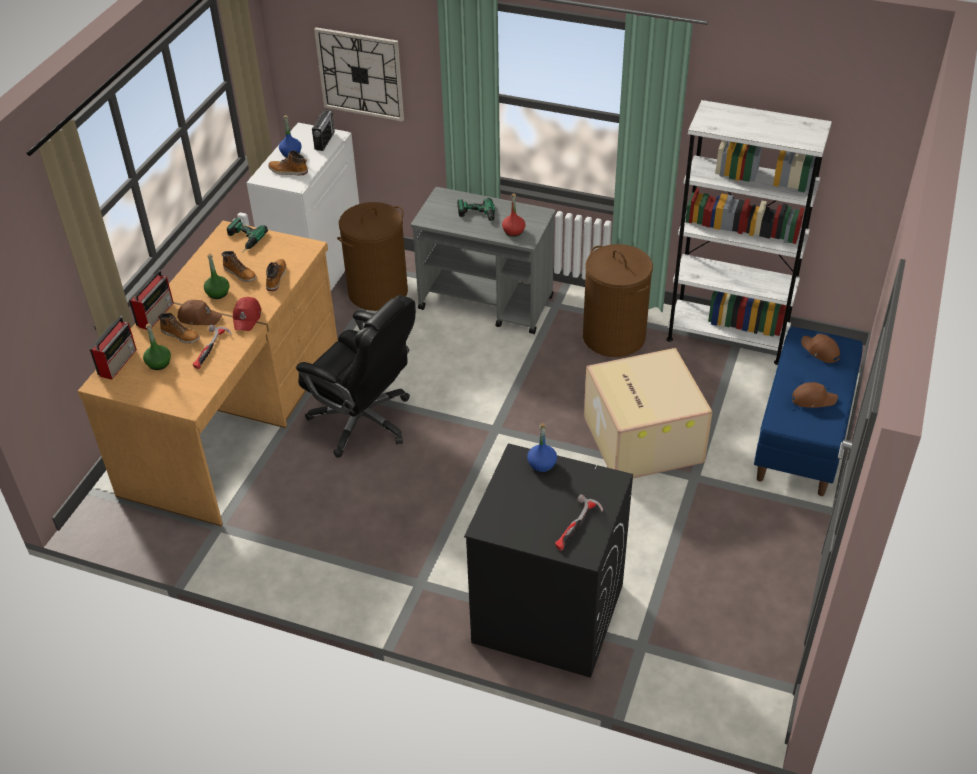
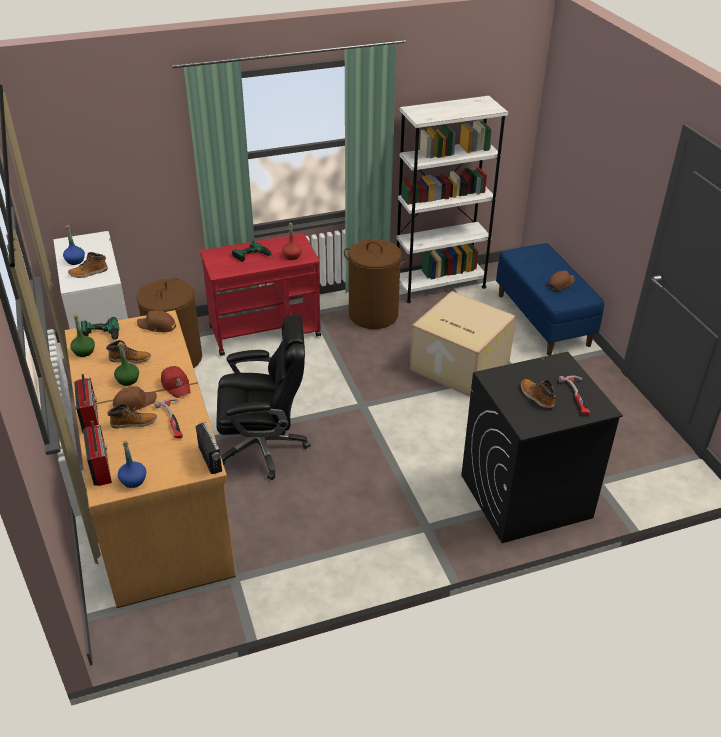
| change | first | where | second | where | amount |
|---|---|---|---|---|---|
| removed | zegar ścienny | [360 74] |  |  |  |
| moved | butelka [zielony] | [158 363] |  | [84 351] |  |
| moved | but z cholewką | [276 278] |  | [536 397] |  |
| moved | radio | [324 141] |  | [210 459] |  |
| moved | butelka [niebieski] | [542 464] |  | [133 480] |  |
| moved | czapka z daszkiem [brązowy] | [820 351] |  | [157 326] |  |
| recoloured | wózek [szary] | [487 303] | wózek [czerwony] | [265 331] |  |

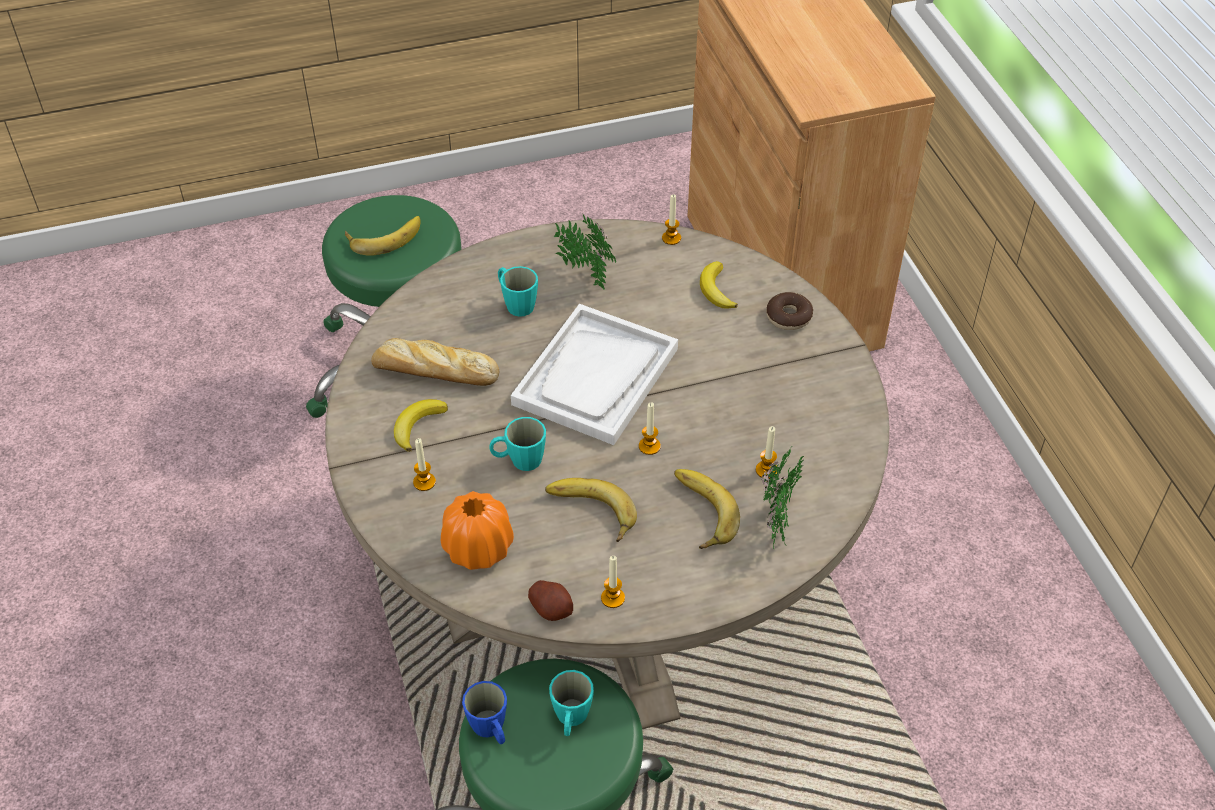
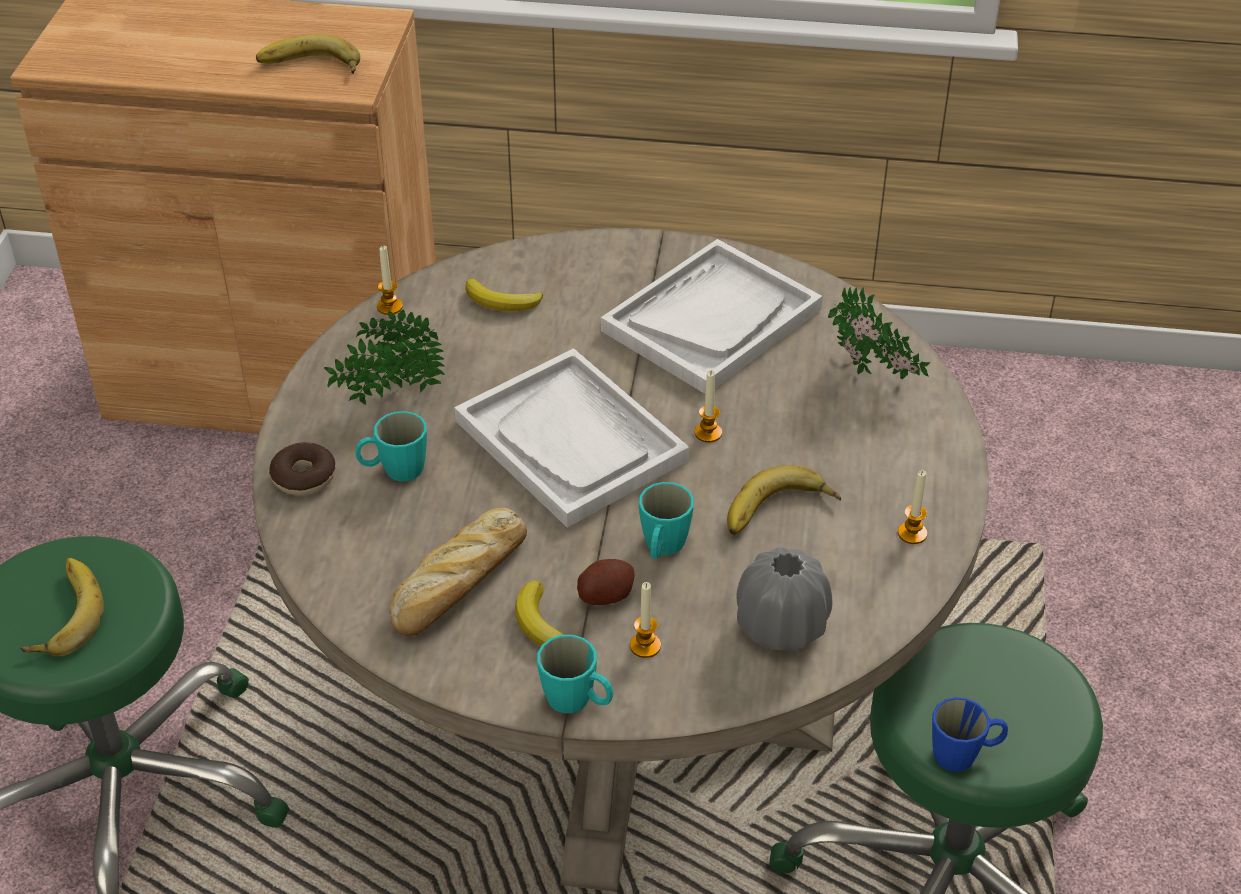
| change | first | where | second | where | amount |
|---|---|---|---|---|---|
| removed | świeca | [766 470] |  |  |  |
| added |  |  | taca [biały] | [711 320] |  |
| moved | ziemniak | [551 609] |  | [605 595] |  |
| moved | kubek [turkusowy] | [571 719] |  | [577 701] |  |
| moved | banan | [698 512] |  | [310 67] |  |
| moved | donut | [788 317] |  | [304 477] |  |
| recoloured | wazon [pomarańczowy] | [478 549] | wazon [szary] | [781 626] |  |

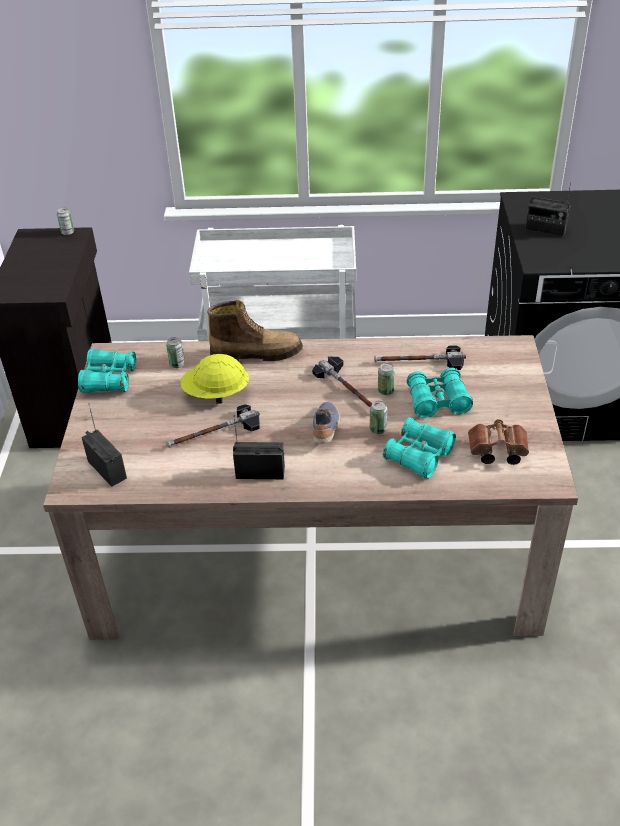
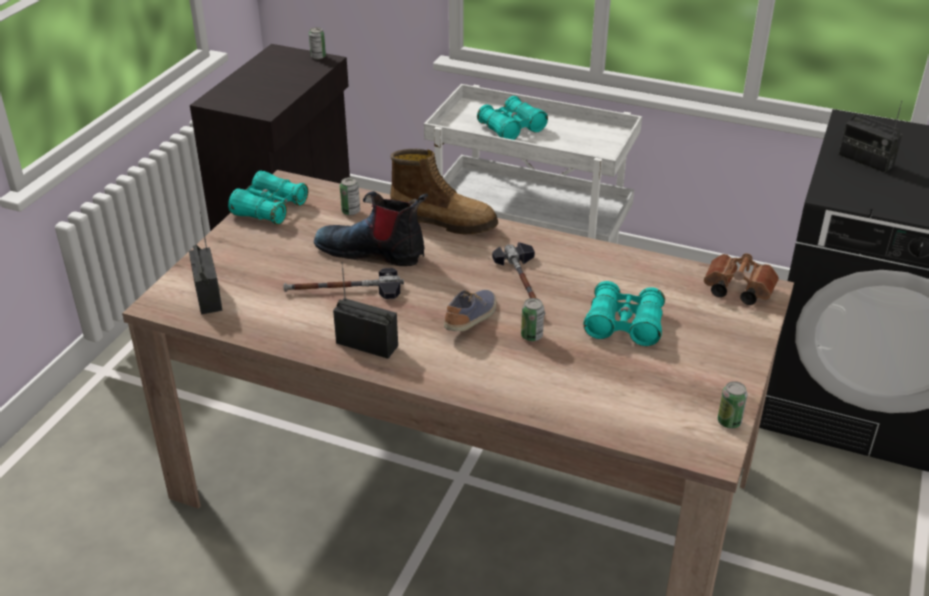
| change | first | where | second | where | amount |
|---|---|---|---|---|---|
| removed | młotek | [419 362] |  |  |  |
| moved | puszka | [385 391] |  | [729 422] |  |
| moved | lornetka [turkusowy] | [419 455] |  | [511 128] |  |
| moved | lornetka [brązowy] | [495 452] |  | [736 290] |  |
| replaced | kask [żółty] | [216 394] | but z cholewką | [372 252] |  |

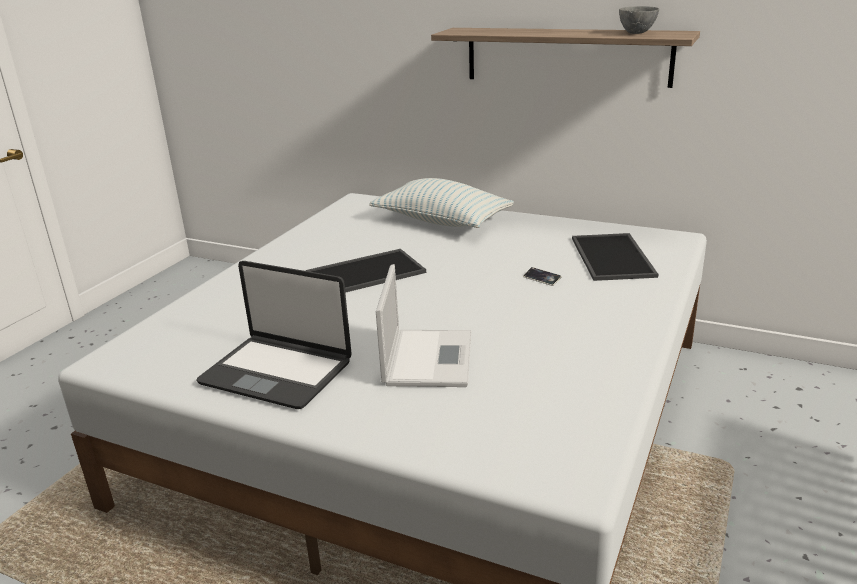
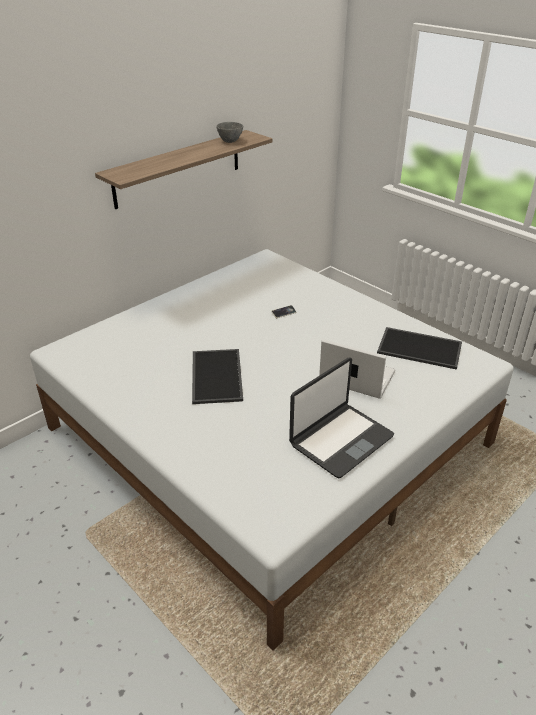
| change | first | where | second | where | amount |
|---|---|---|---|---|---|
| removed | poduszka | [441 221] |  |  |  |
| moved | taca | [614 257] |  | [420 348] |  |

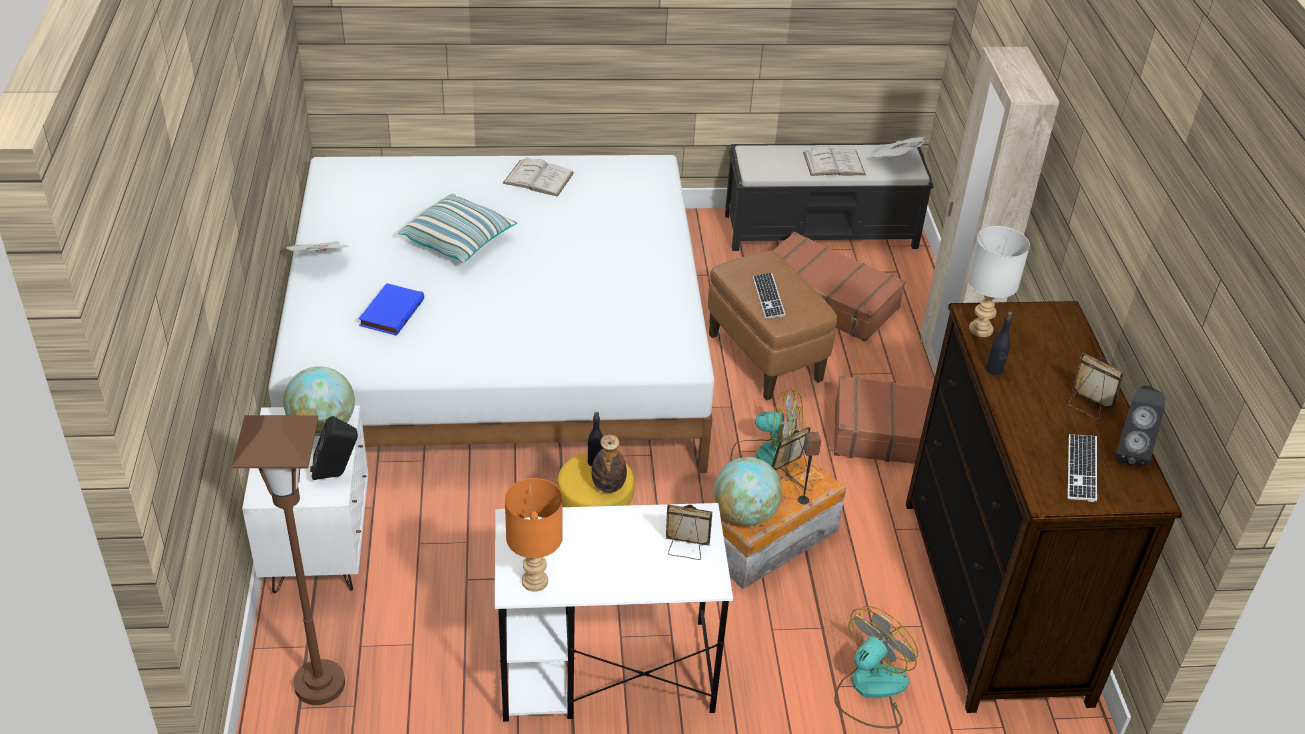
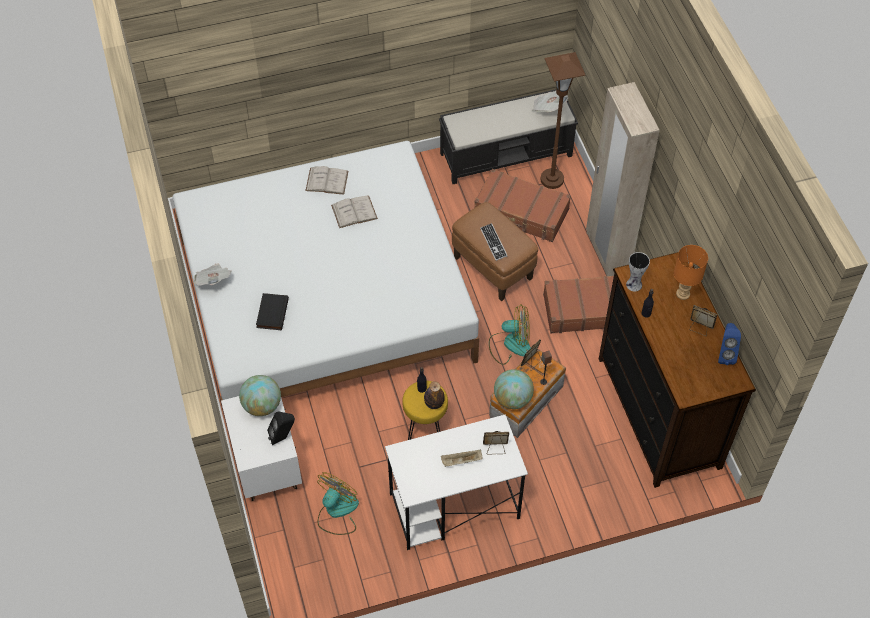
| change | first | where | second | where | amount |
|---|---|---|---|---|---|
| removed | poduszka | [459 241] |  |  |  |
| removed | klawiatura | [1081 469] |  |  |  |
| added |  |  | taca [beżowy] | [461 461] |  |
| moved | lampa stojąca [brązowy] | [320 684] |  | [552 179] |  |
| moved | lampa stołowa [pomarańczowy] | [535 580] |  | [683 293] |  |
| moved | książka [biały] | [834 163] |  | [354 212] |  |
| moved | wentylator | [870 690] |  | [337 512] |  |
| replaced | lampa stołowa [szary] | [981 330] | wazon | [634 285] |  |
| recoloured | książka [niebieski] | [390 312] | książka [czarny] | [271 313] |  |
| recoloured | głośnik [czarny] | [1129 451] | głośnik [niebieski] | [725 354] |  |

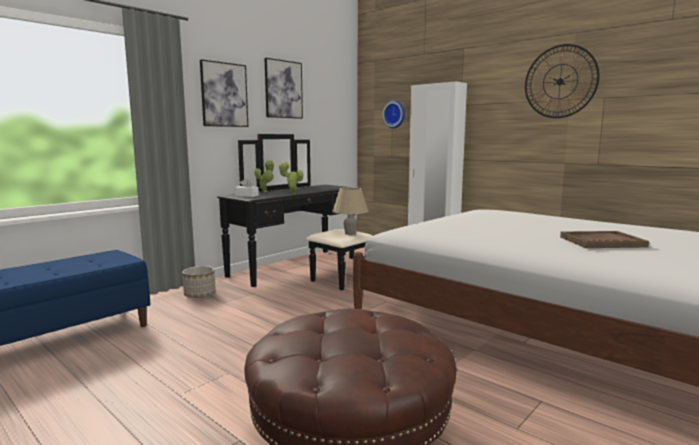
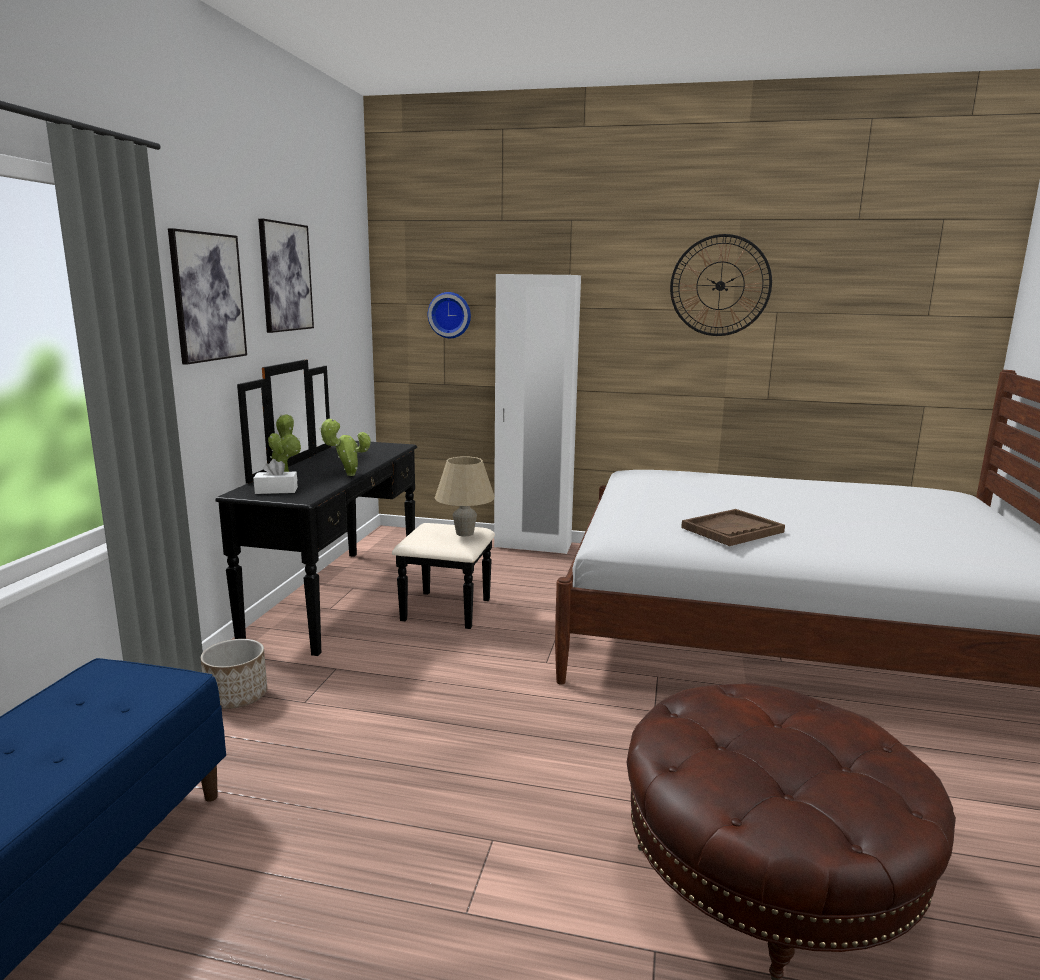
| change | first | where | second | where | amount |
|---|---|---|---|---|---|
| moved | taca [brązowy] | [602 242] |  | [732 530] |  |

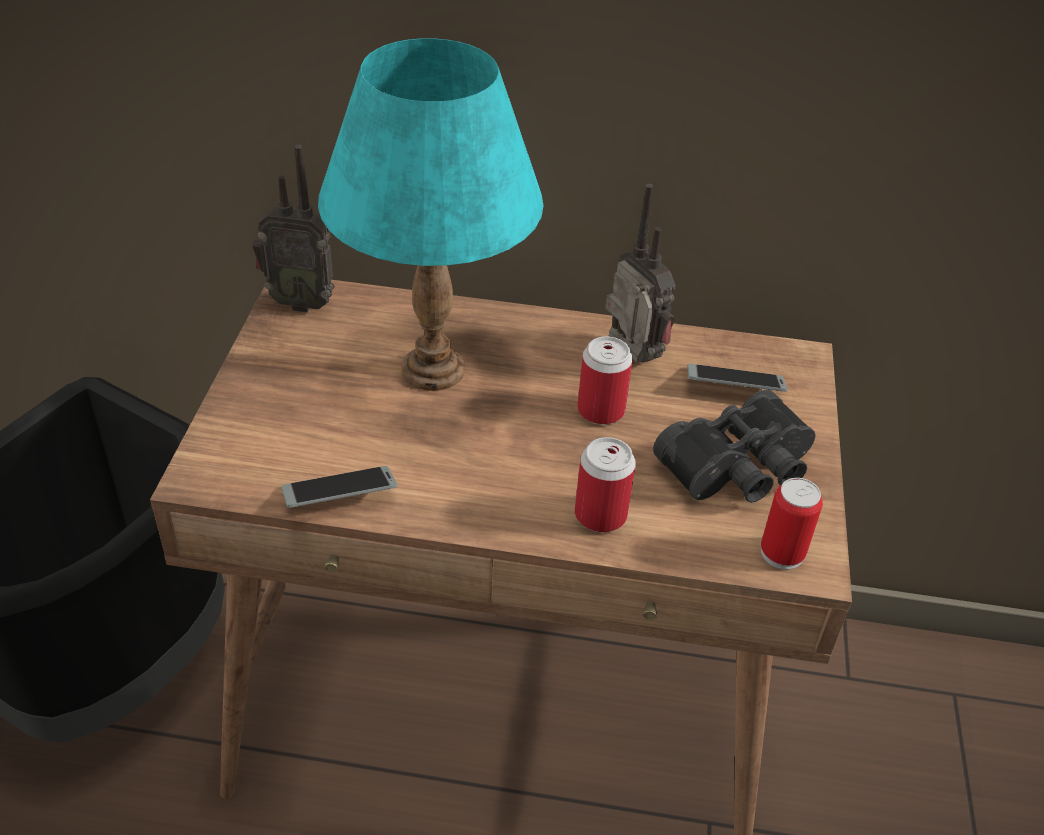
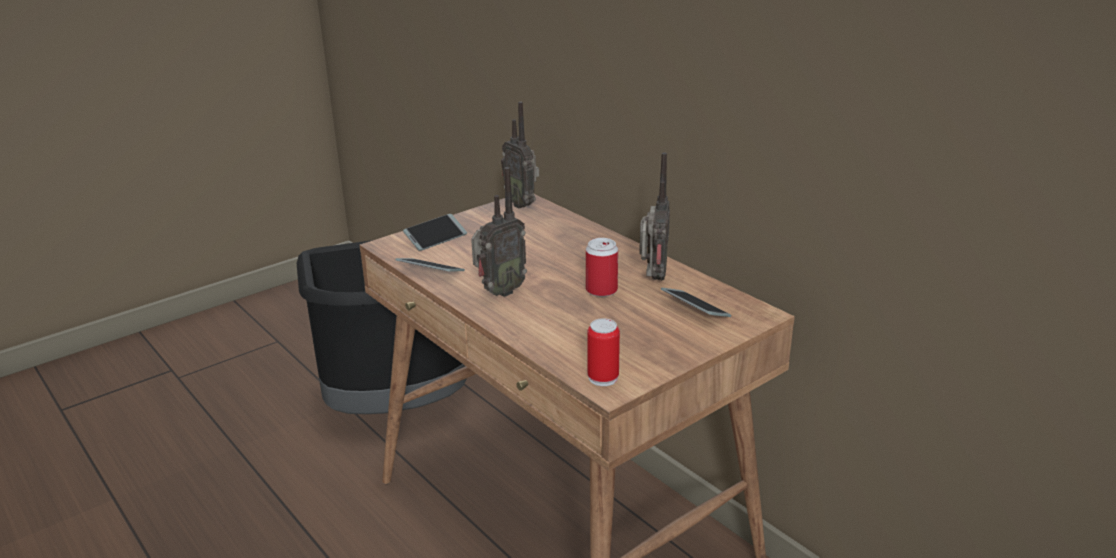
| change | first | where | second | where | amount |
|---|---|---|---|---|---|
| removed | lampa stołowa [turkusowy] | [434 370] |  |  |  |
| removed | puszka | [600 515] |  |  |  |
| removed | lornetka [czarny] | [740 470] |  |  |  |
| added |  |  | telefon | [436 238] |  |
| added |  |  | radio | [499 292] |  |

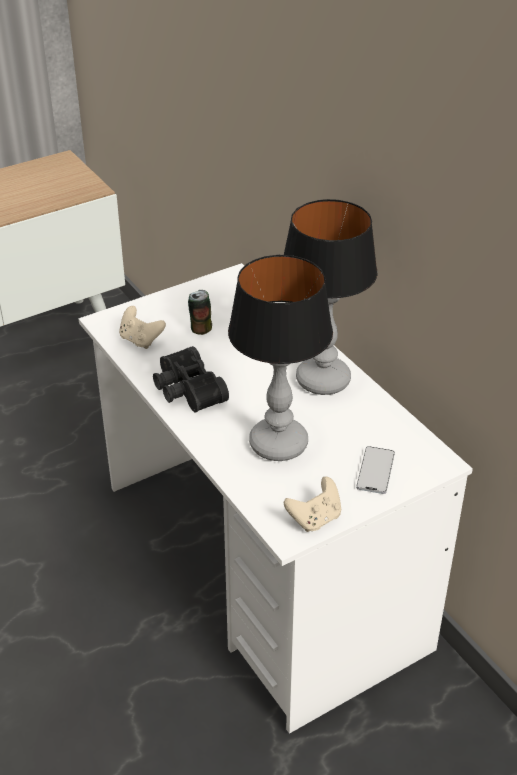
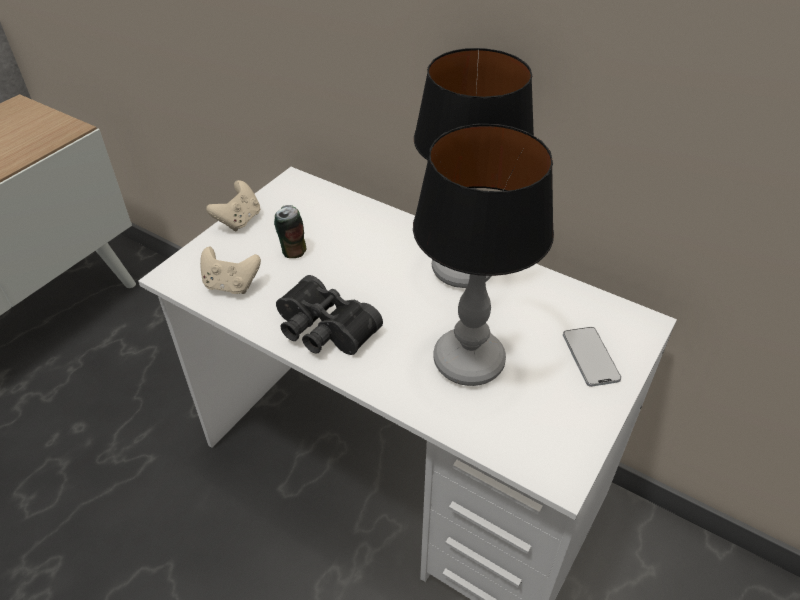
| change | first | where | second | where | amount |
|---|---|---|---|---|---|
| moved | pad do gier [beżowy] | [315 519] |  | [239 220] |  |

